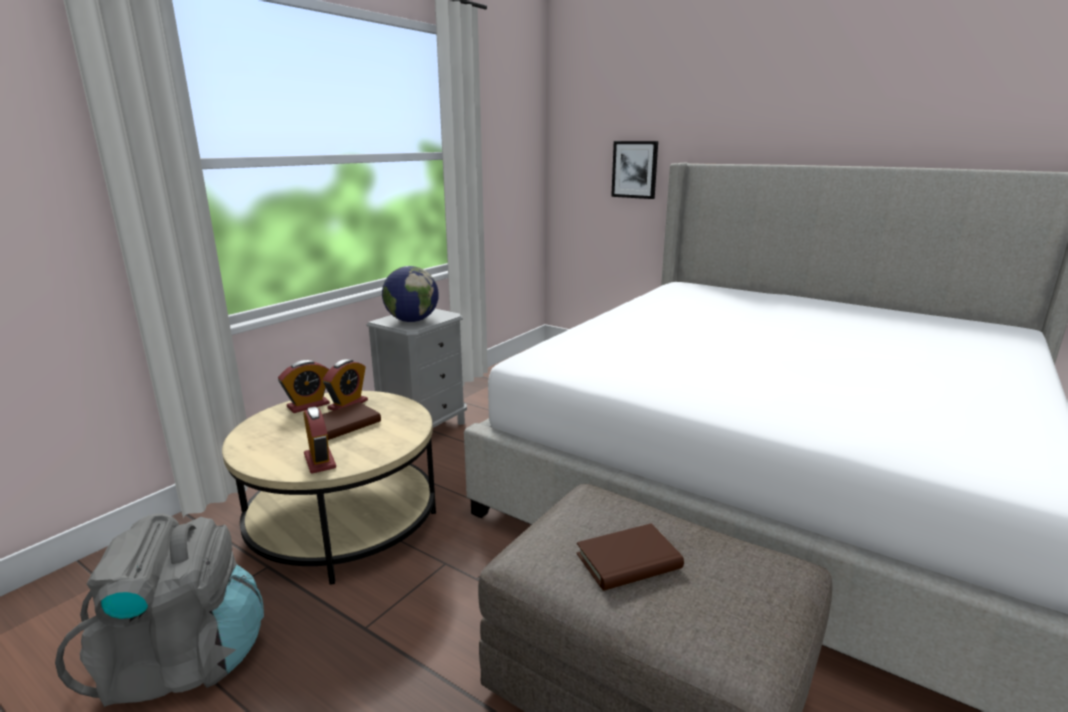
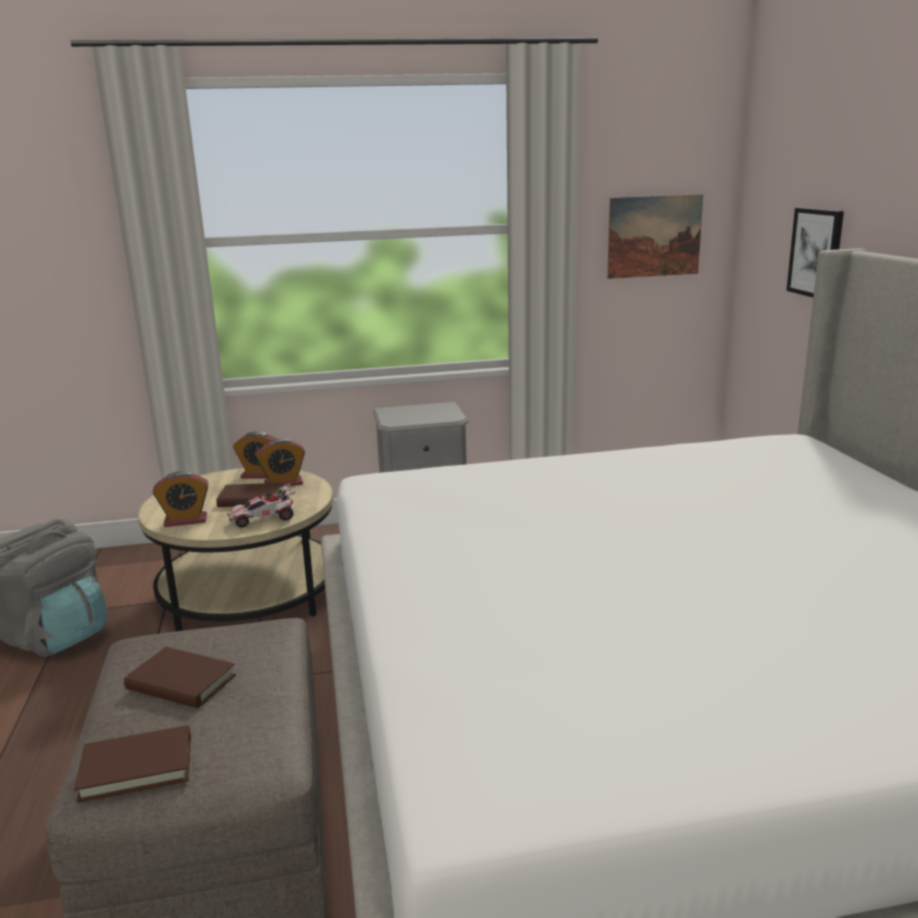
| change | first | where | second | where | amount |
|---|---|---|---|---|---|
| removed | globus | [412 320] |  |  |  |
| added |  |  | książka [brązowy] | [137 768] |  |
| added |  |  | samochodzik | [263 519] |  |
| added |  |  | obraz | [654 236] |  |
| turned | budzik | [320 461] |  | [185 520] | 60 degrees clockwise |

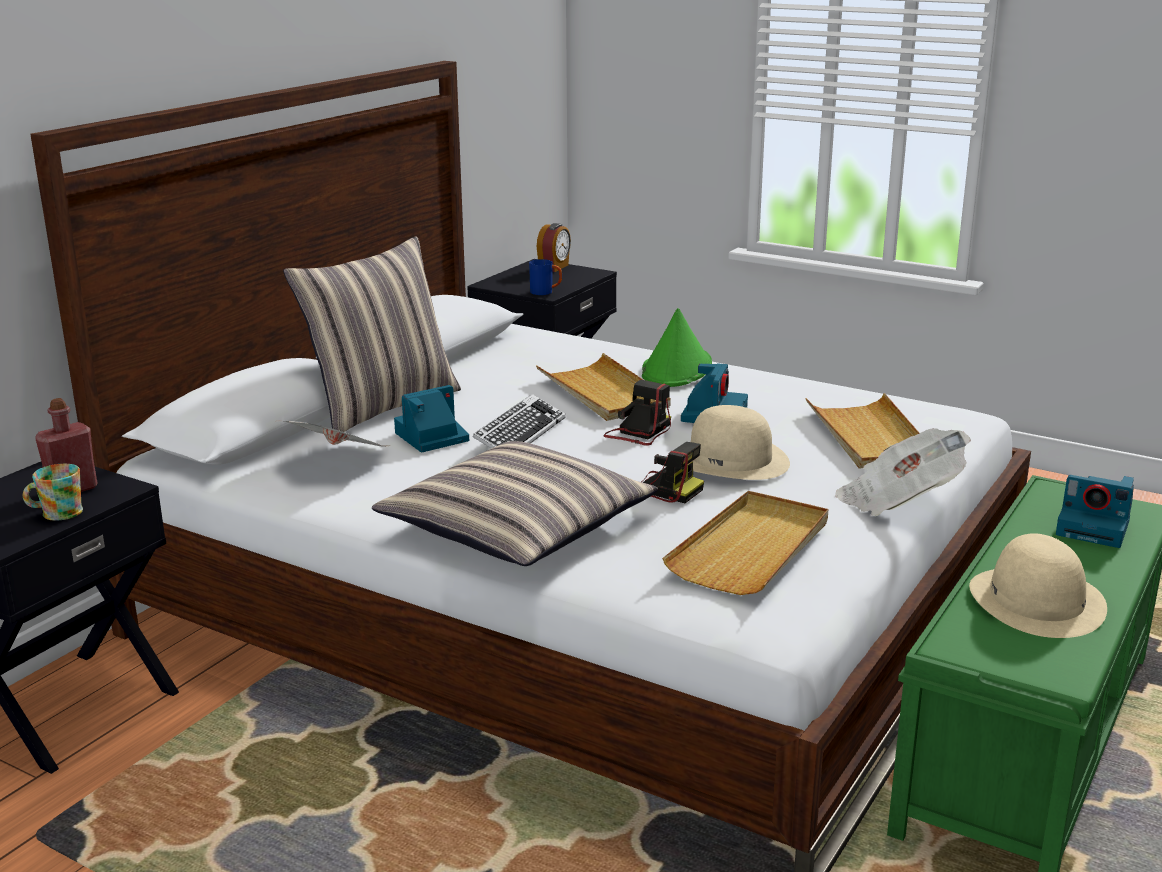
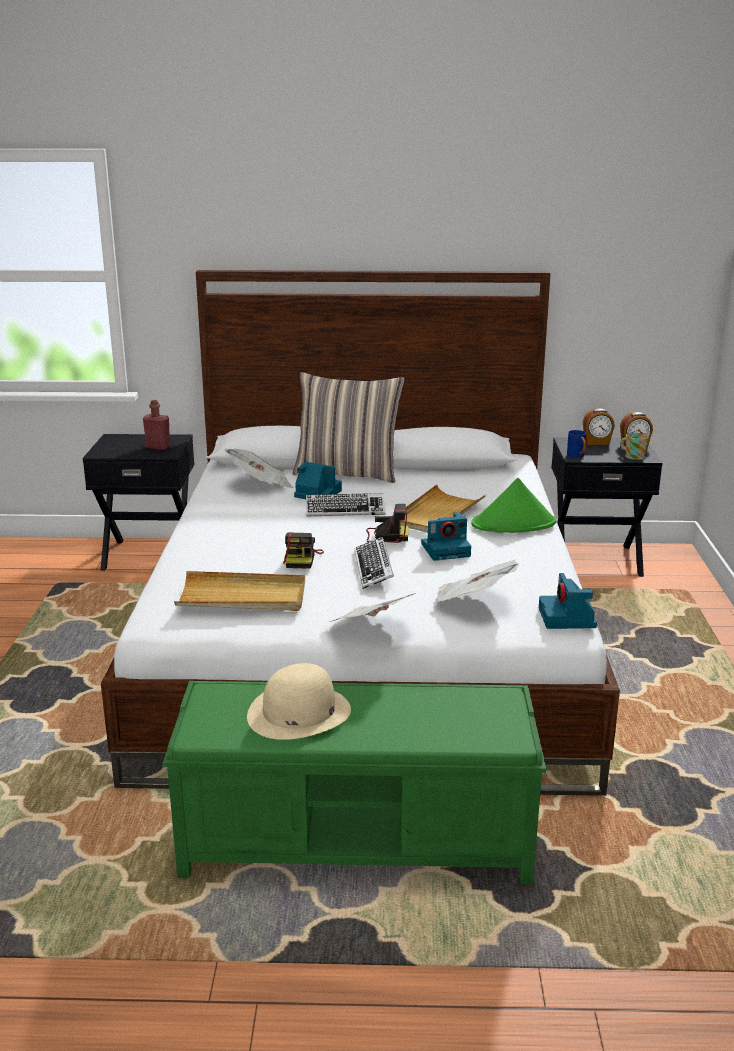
| change | first | where | second | where | amount |
|---|---|---|---|---|---|
| removed | poduszka | [517 527] |  |  |  |
| added |  |  | budzik | [596 442] |  |
| moved | kubek | [56 513] |  | [632 456] |  |
| moved | aparat fotograficzny | [1095 528] |  | [567 618] |  |
| replaced | kapelusz [beżowy] | [731 460] | klawiatura | [374 568] |  |
| replaced | taca [beżowy] | [869 437] | gazeta | [472 602] |  |

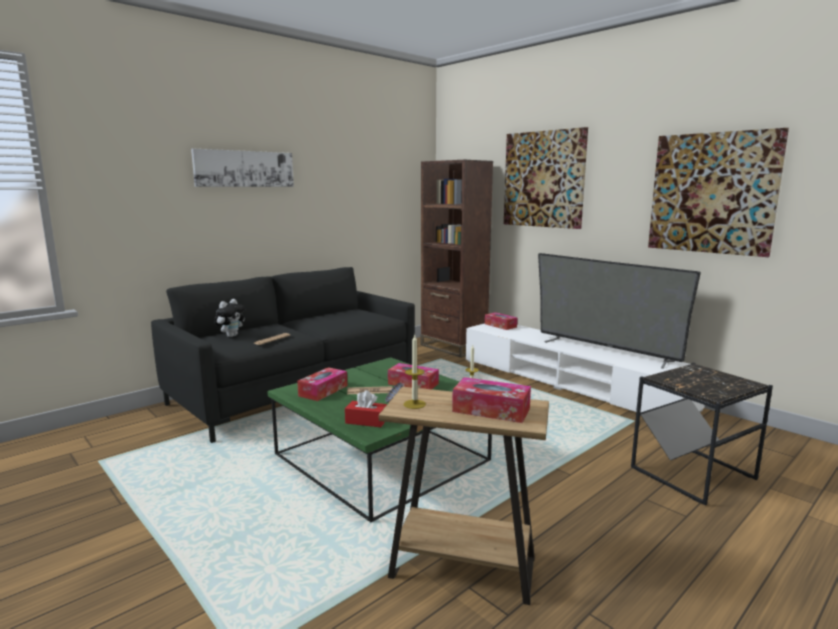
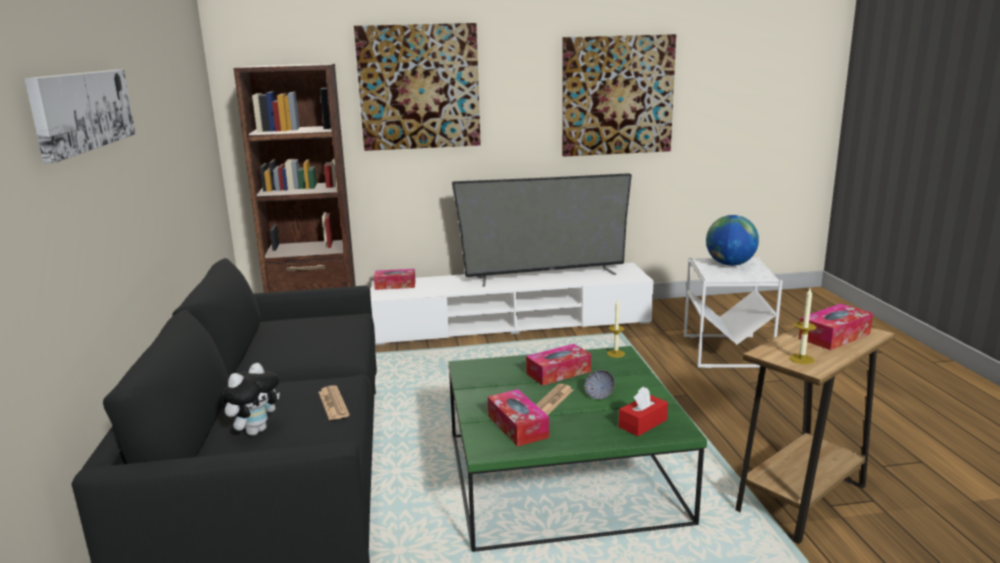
| change | first | where | second | where | amount |
|---|---|---|---|---|---|
| added |  |  | globus | [730 264] |  |
| recoloured | stolik [czarny] | [694 474] | stolik [biały] | [726 351] |  |
| turned | pluszak | [231 336] |  | [255 430] | 60 degrees clockwise |

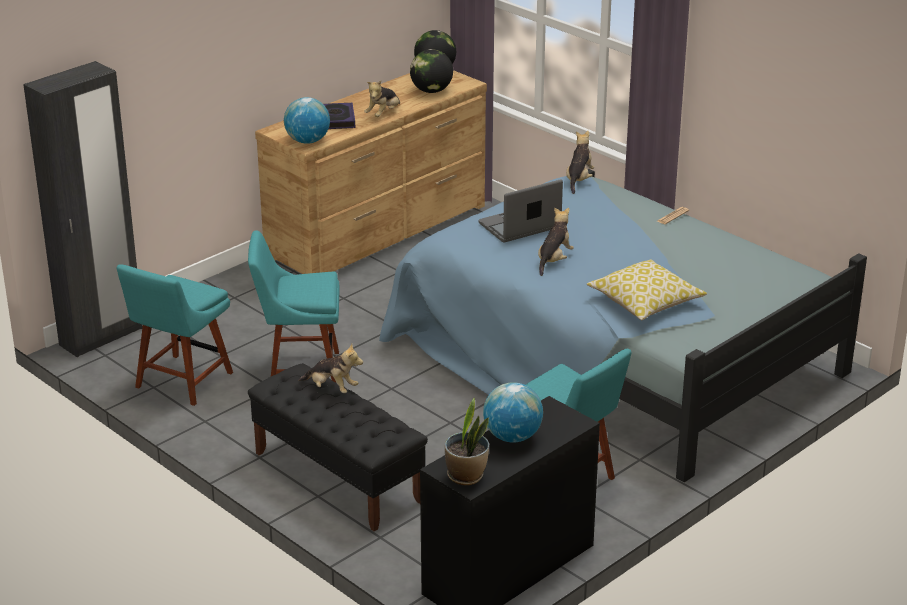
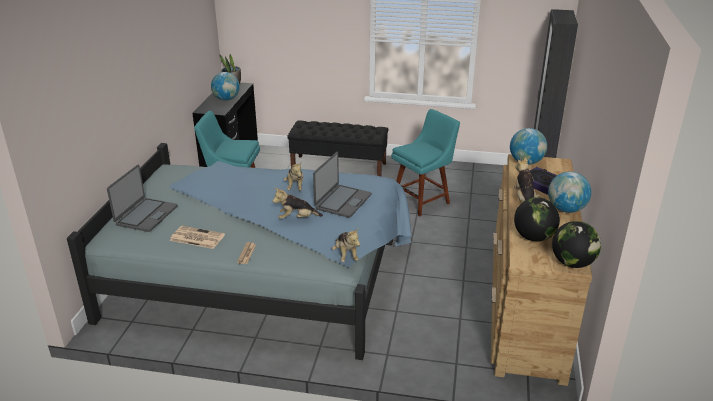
| change | first | where | second | where | amount |
|---|---|---|---|---|---|
| removed | krzesło [turkusowy] | [181 382] |  |  |  |
| removed | poduszka | [645 303] |  |  |  |
| added |  |  | laptop | [146 215] |  |
| added |  |  | gazeta | [196 238] |  |
| added |  |  | globus | [566 209] |  |
| moved | pluszak | [331 388] |  | [297 218] |  |

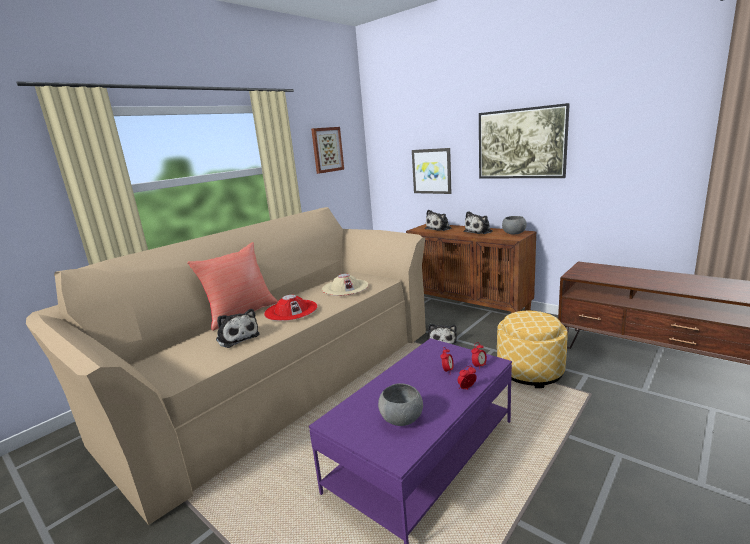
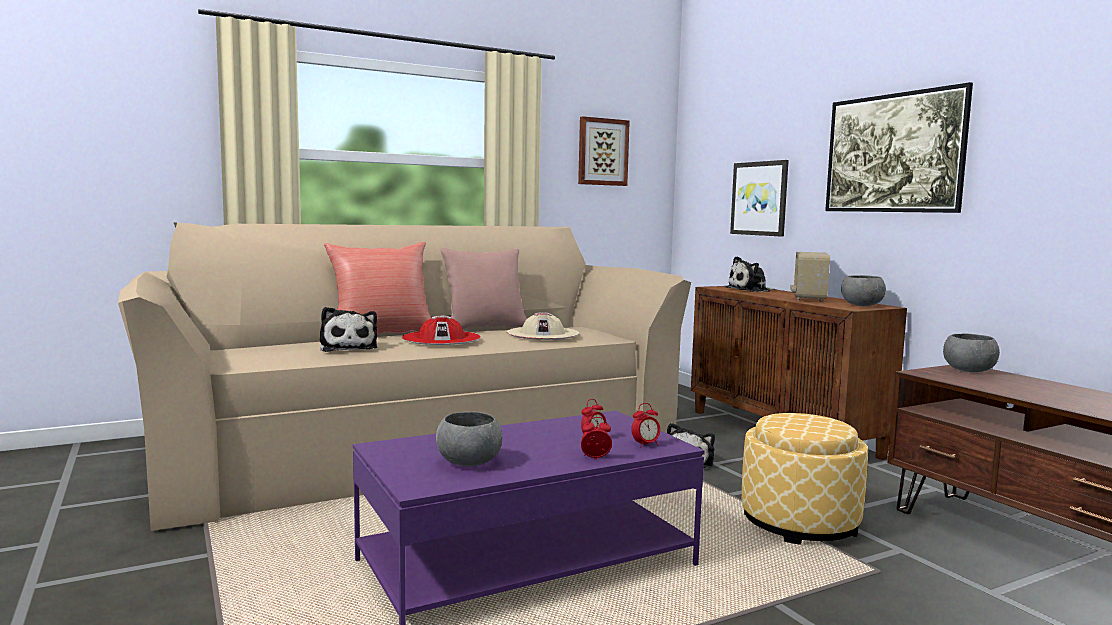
| change | first | where | second | where | amount |
|---|---|---|---|---|---|
| added |  |  | poduszka [różowy] | [485 328] |  |
| added |  |  | miska [szary] | [969 370] |  |
| replaced | pluszak | [479 231] | radio | [808 298] |  |

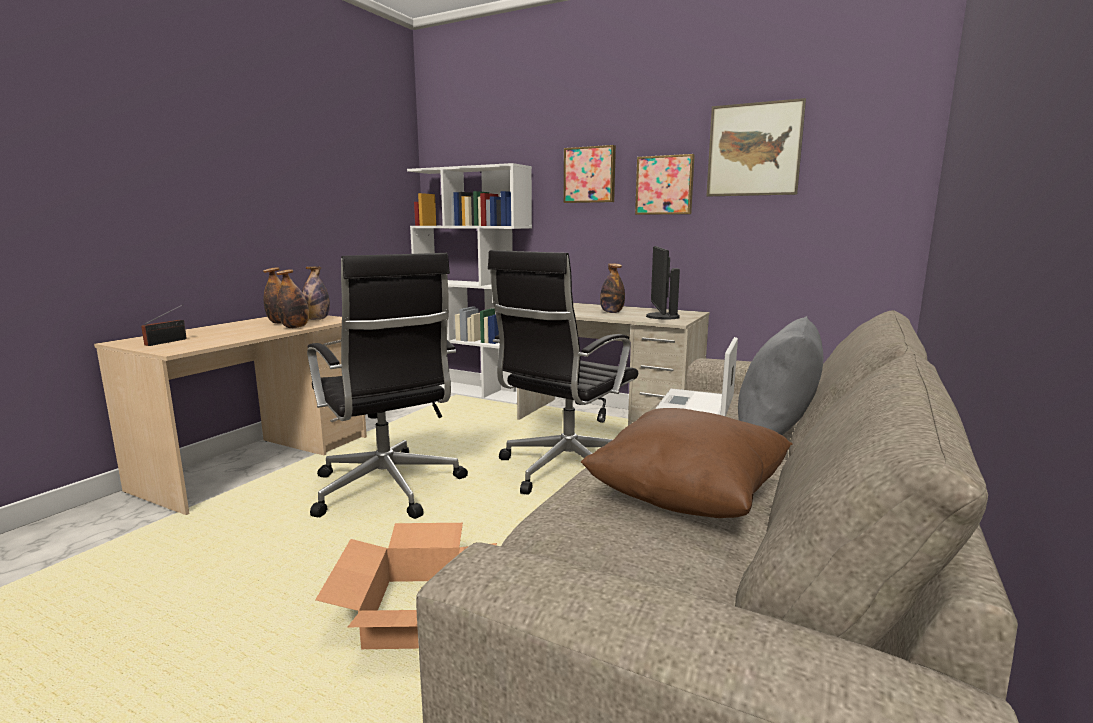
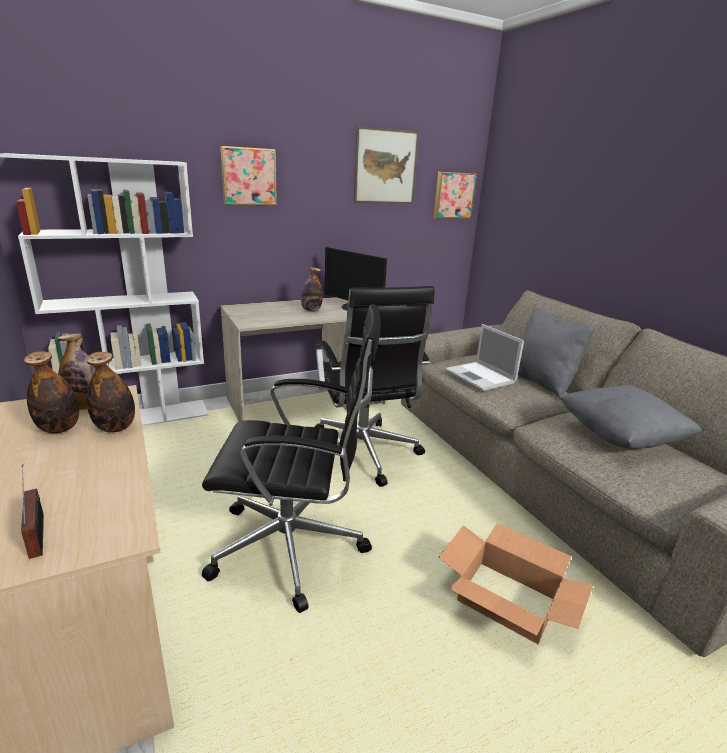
| change | first | where | second | where | amount |
|---|---|---|---|---|---|
| moved | obraz | [665 185] |  | [453 195] |  |
| recoloured | poduszka [brązowy] | [687 498] | poduszka [szary] | [620 437] |  |

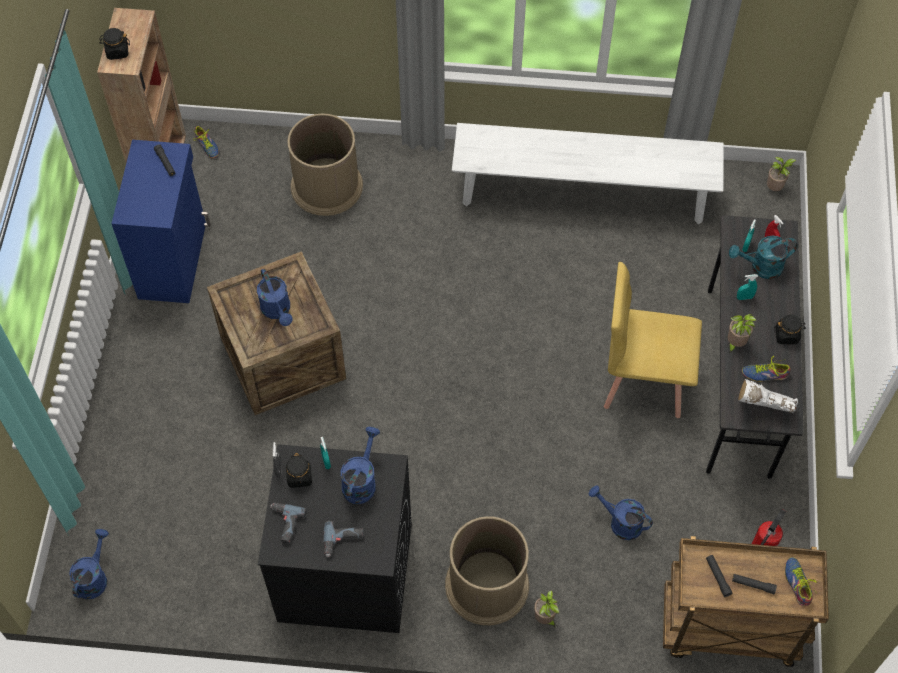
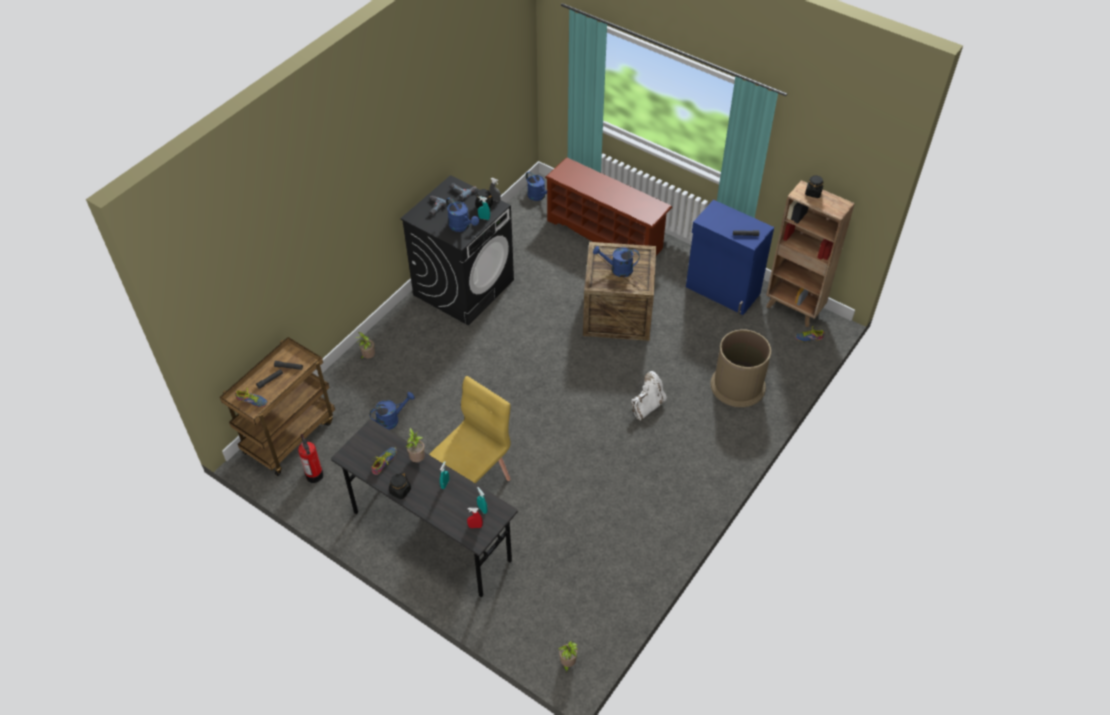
| change | first | where | second | where | amount |
|---|---|---|---|---|---|
| removed | kosz na śmieci [brązowy] | [487 585] |  |  |  |
| removed | ławka [biały] | [583 195] |  |  |  |
| removed | konewka [turkusowy] | [761 267] |  |  |  |
| added |  |  | regał na buty [brązowy] | [606 234] |  |
| moved | but z cholewką [biały] | [761 407] |  | [647 406] |  |

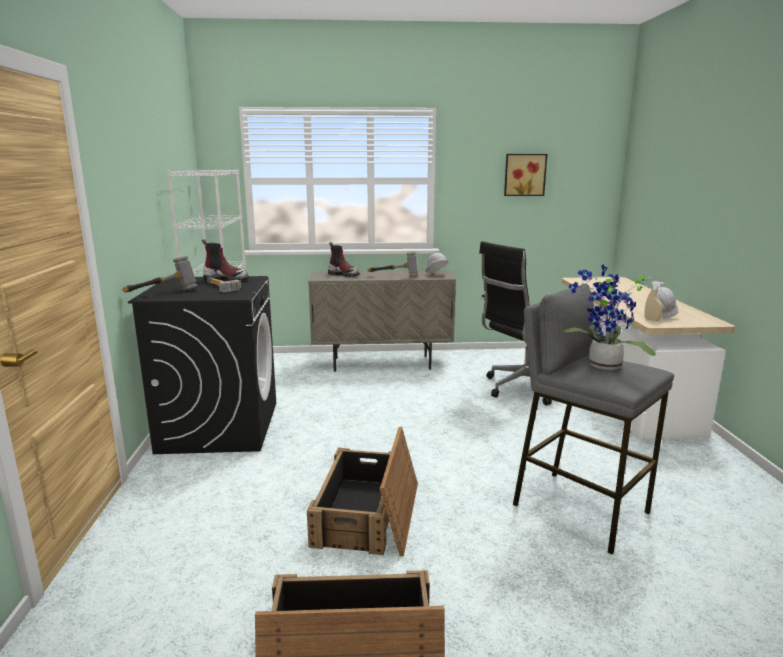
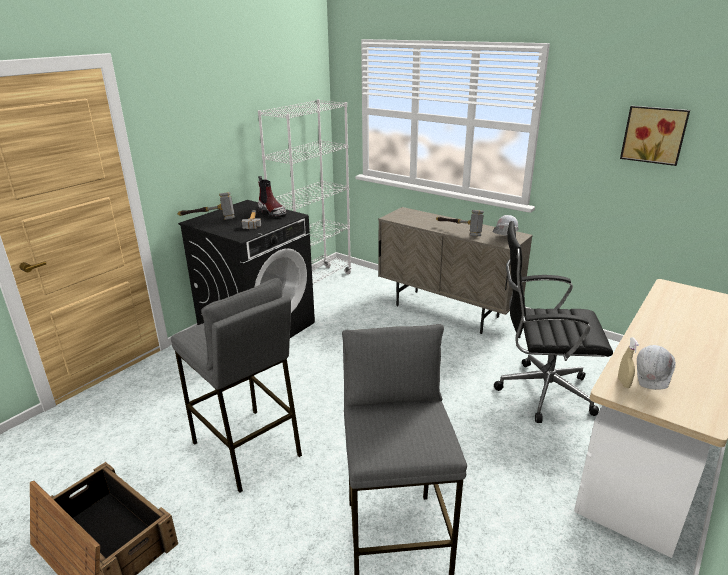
| change | first | where | second | where | amount |
|---|---|---|---|---|---|
| removed | but z cholewką | [344 275] |  |  |  |
| removed | roślina doniczkowa | [602 366] |  |  |  |
| replaced | skrzynka | [369 514] | stołek [szary] | [247 449] |  |

